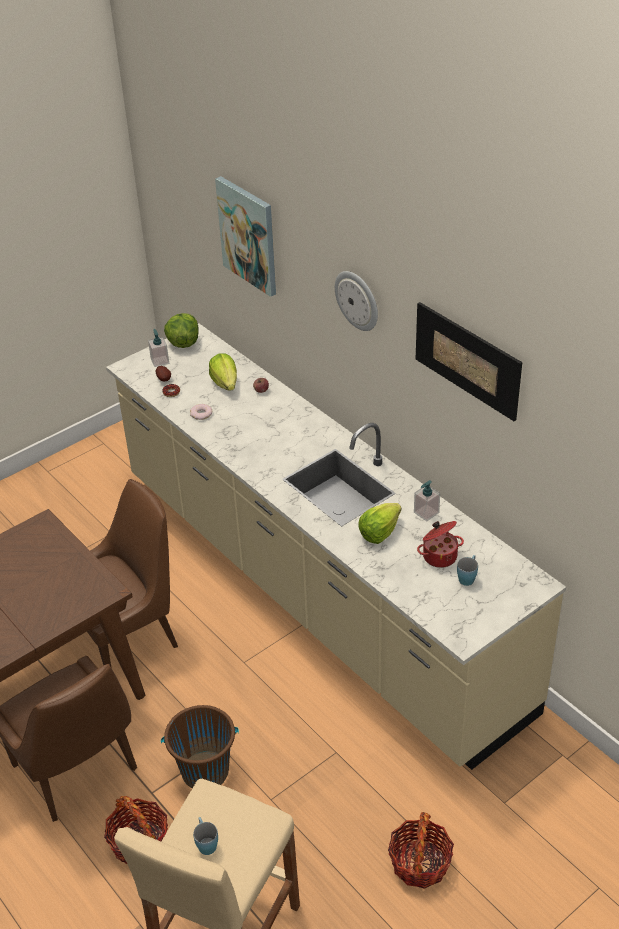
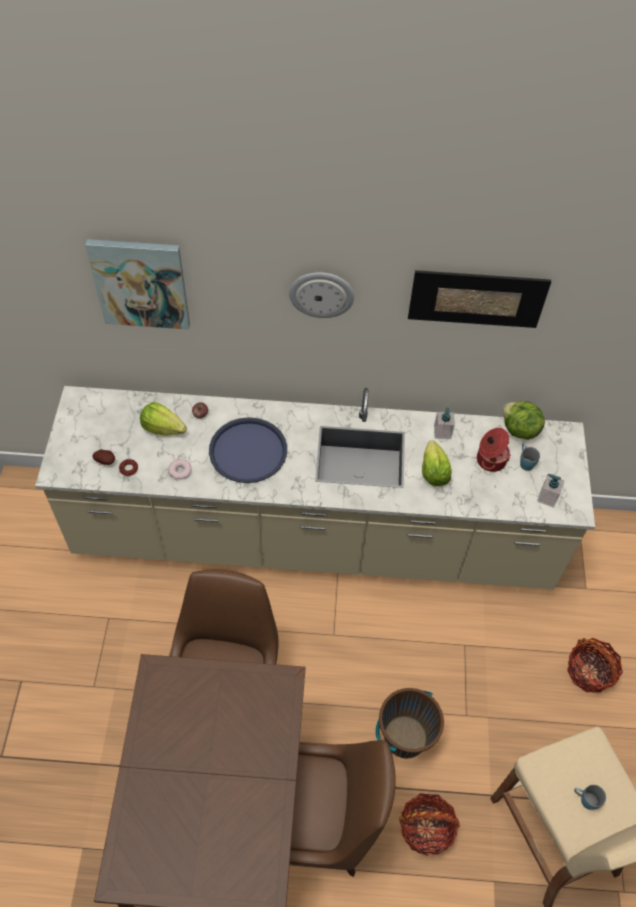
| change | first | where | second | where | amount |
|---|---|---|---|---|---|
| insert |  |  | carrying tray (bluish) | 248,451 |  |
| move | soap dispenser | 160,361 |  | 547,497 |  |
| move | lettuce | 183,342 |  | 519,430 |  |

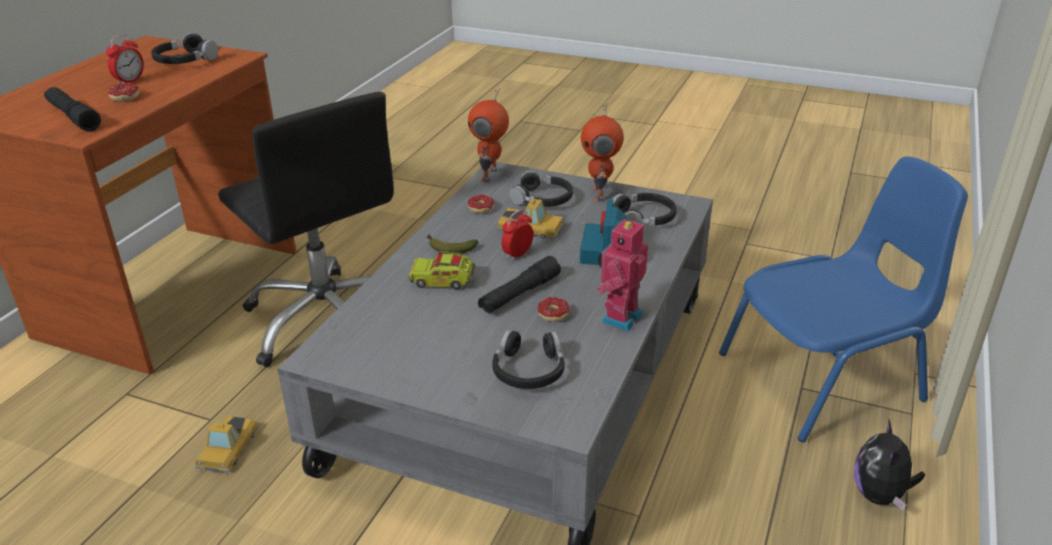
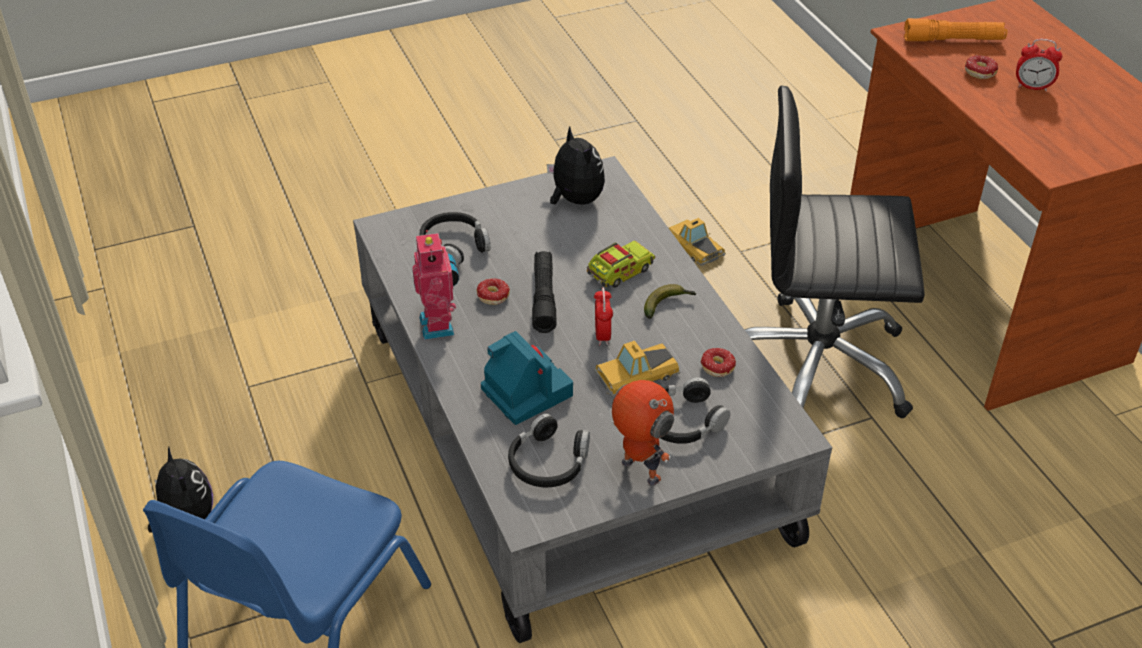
| change | first | where | second | where | amount |
|---|---|---|---|---|---|
| delete | headphones (black) | 185,60 |  |  |  |
| delete | robot figure | 490,175 |  |  |  |
| insert |  |  | cuddly toy | 575,200 |  |
| recolor | hand torch (black) | 73,117 | hand torch (orangey) | 953,40 |  |
| rotate | bedside clock | 130,81 |  | 1032,87 | 60 degrees counterclockwise |

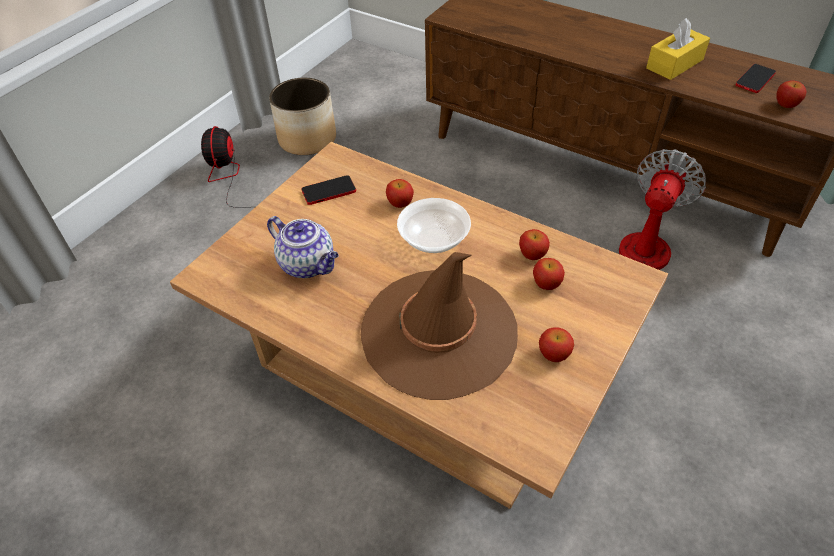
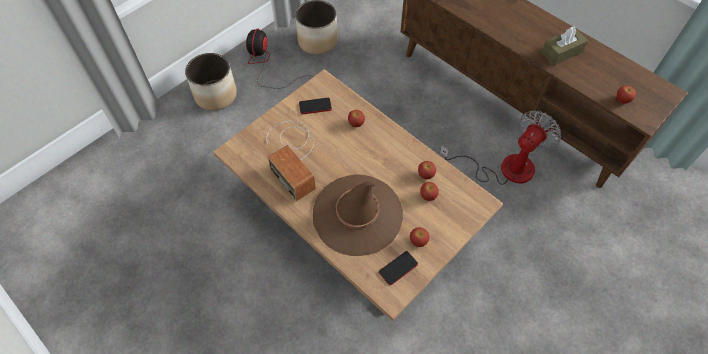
| change | first | where | second | where | amount |
|---|---|---|---|---|---|
| delete | bowl | 433,239 |  |  |  |
| insert |  |  | plant pot | 216,95 |  |
| move | telephone | 755,79 |  | 398,268 |  |
| replace | tea pot | 308,265 | radio set | 293,156 |  |
| recolor | tissue box (yellow) | 674,64 | tissue box (brown) | 561,52 |  |

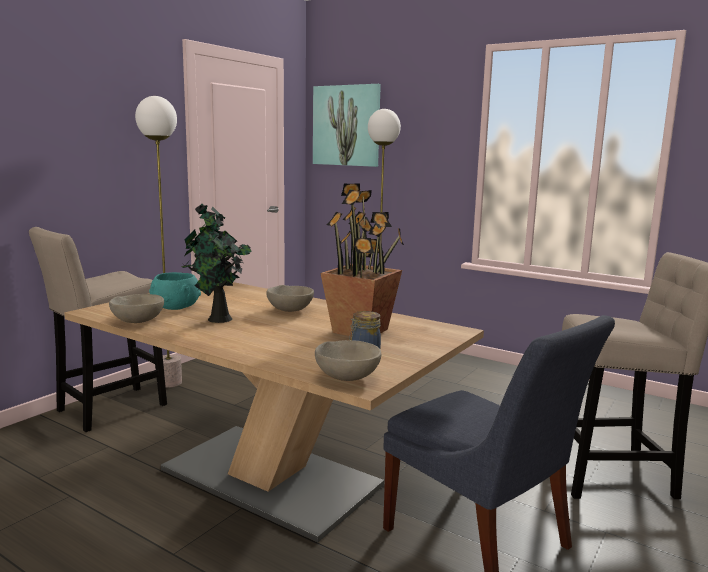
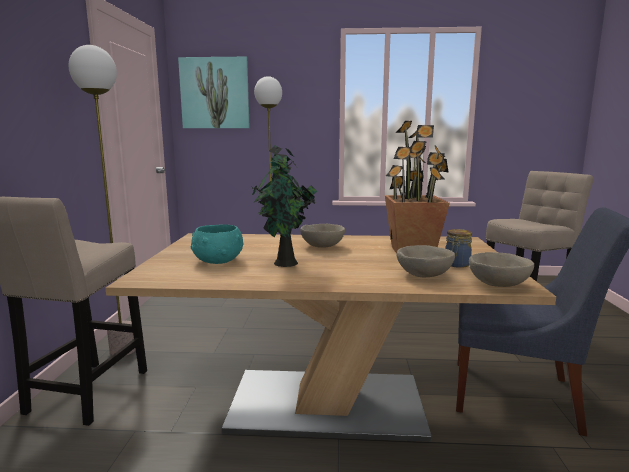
| change | first | where | second | where | amount |
|---|---|---|---|---|---|
| move | bowl (sand-coloured) | 138,321 |  | 424,275 |  |

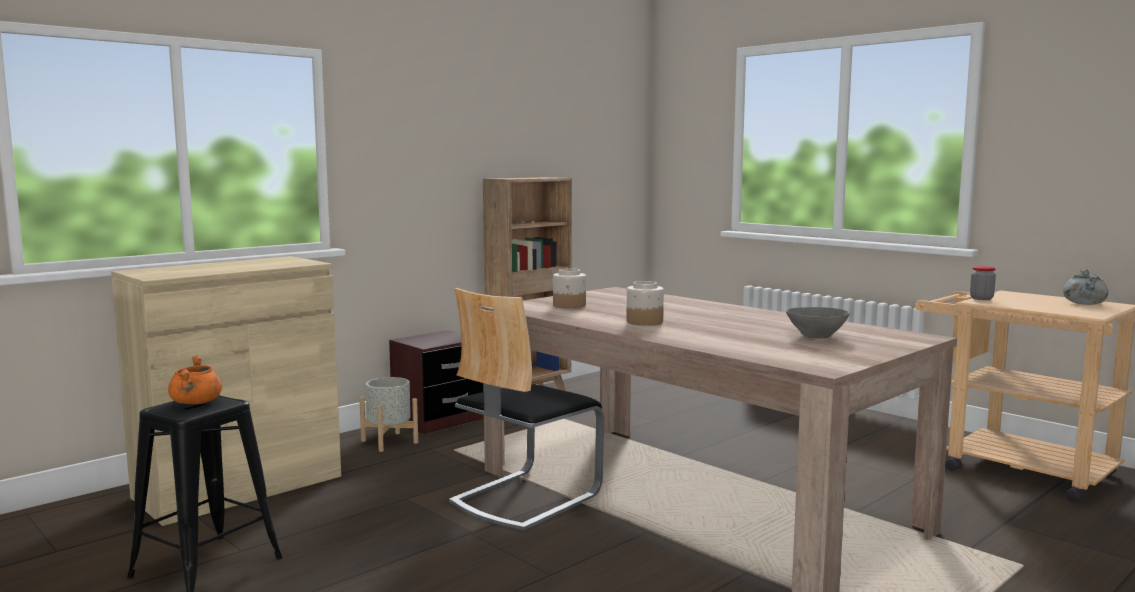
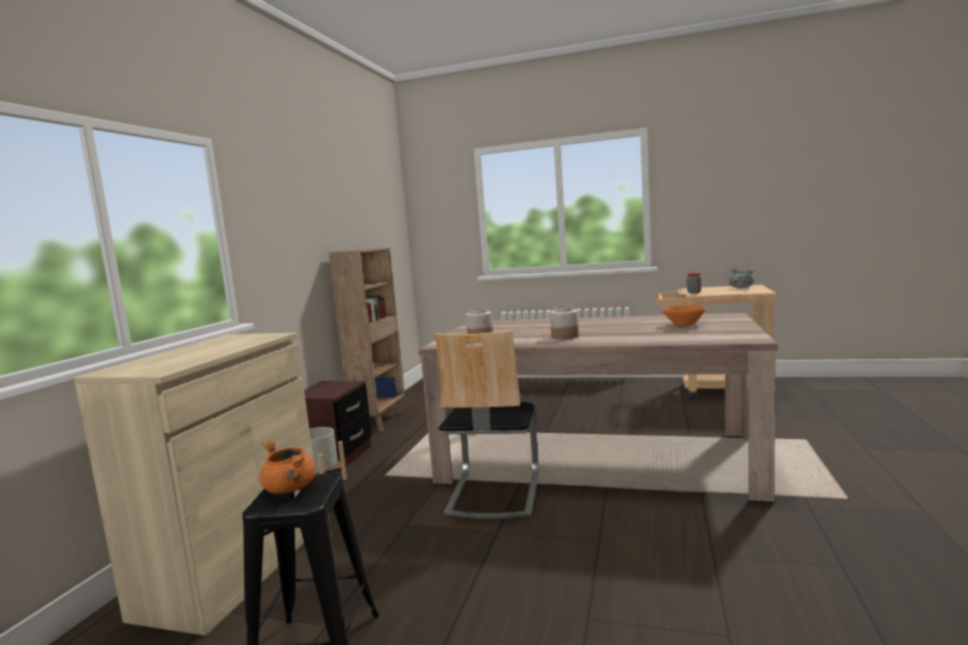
| change | first | where | second | where | amount |
|---|---|---|---|---|---|
| recolor | bowl (grey) | 815,336 | bowl (orangey) | 683,324 |  |

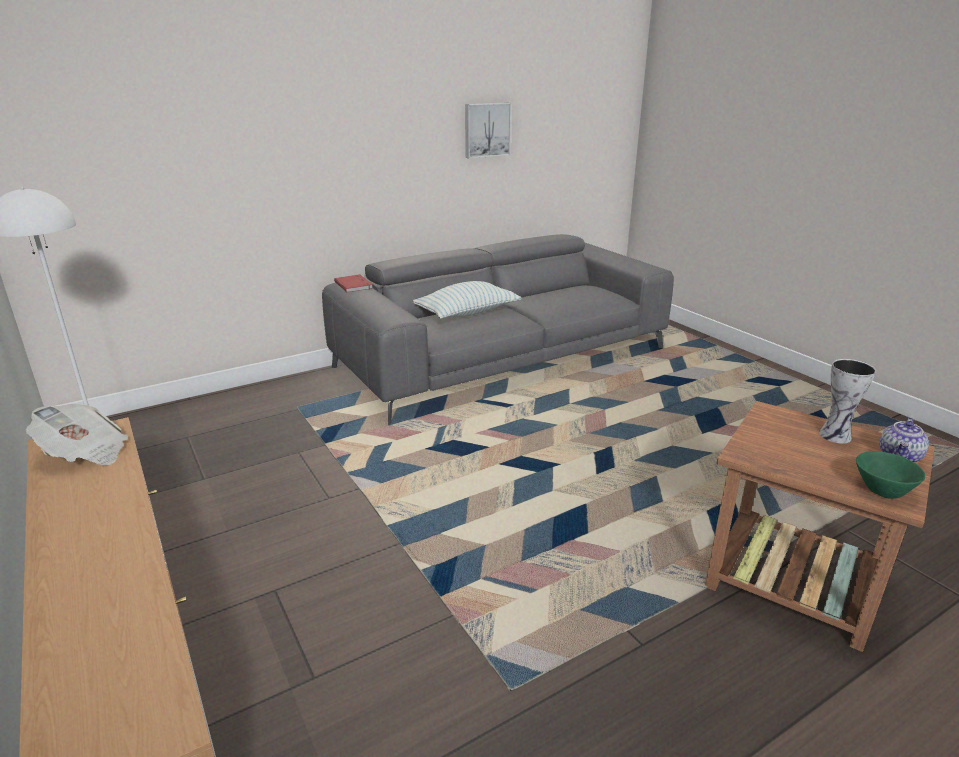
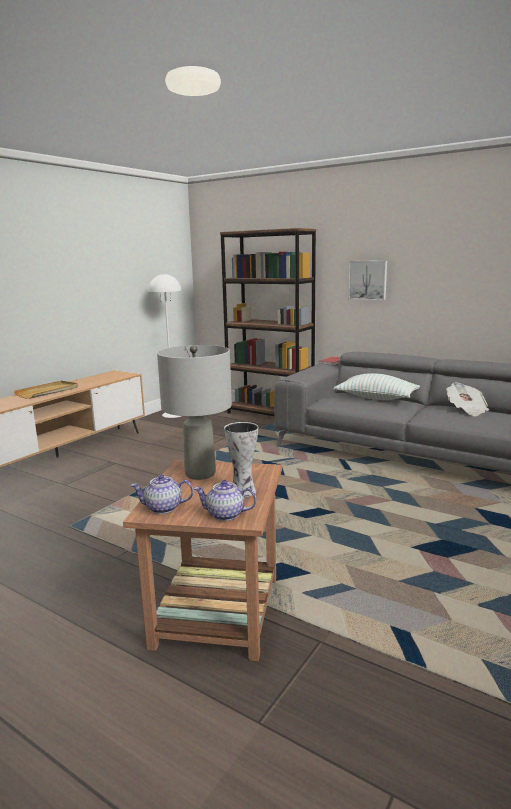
| change | first | where | second | where | amount |
|---|---|---|---|---|---|
| insert |  |  | carrying tray (sand-coloured) | 48,391 |  |
| insert |  |  | lamp for a table (grey) | 200,474 |  |
| insert |  |  | shelving unit (brown) | 270,414 |  |
| move | daily paper | 85,453 |  | 466,410 |  |
| move | wall art | 486,130 |  | 368,280 |  |
| replace | bowl (green-coloured) | 884,489 | tea pot | 163,508 |  |

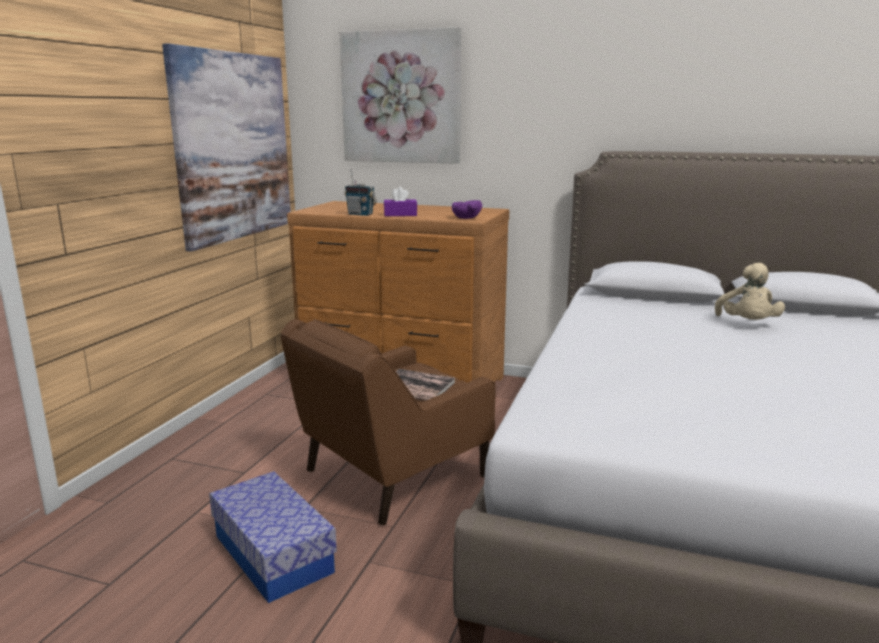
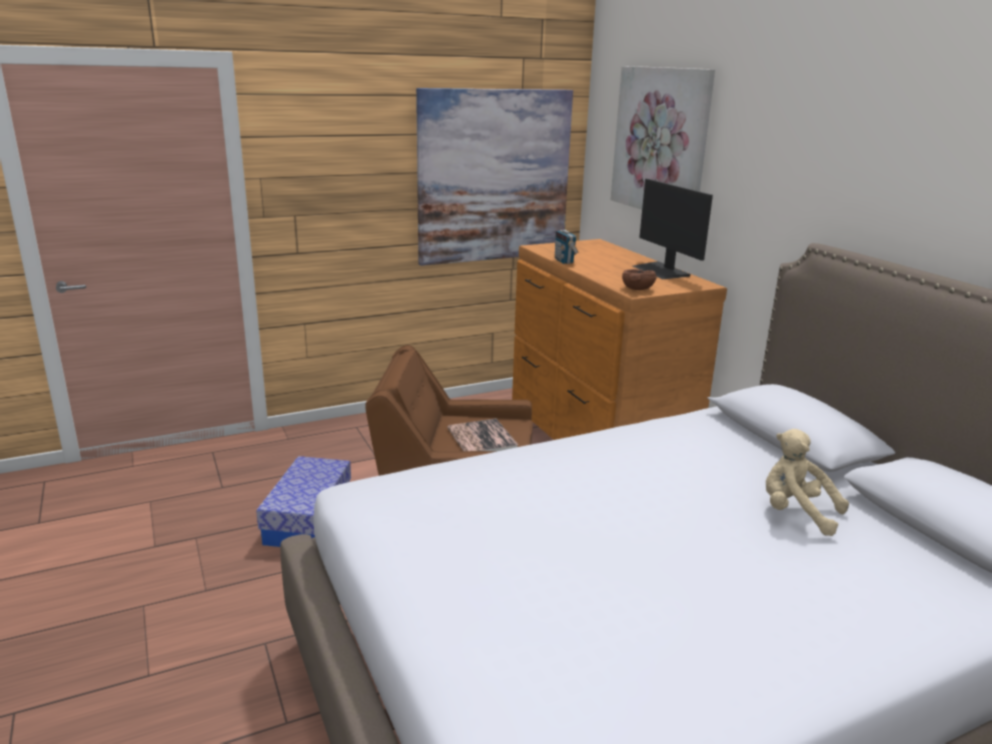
| change | first | where | second | where | amount |
|---|---|---|---|---|---|
| delete | tissue box (purple-coloured) | 400,214 |  |  |  |
| insert |  |  | computer display | 661,271 |  |
| recolor | bowl (purple-coloured) | 466,218 | bowl (brown) | 637,289 |  |
| rotate | cuddly toy (sand-coloured) | 747,324 |  | 795,513 | 75 degrees clockwise |

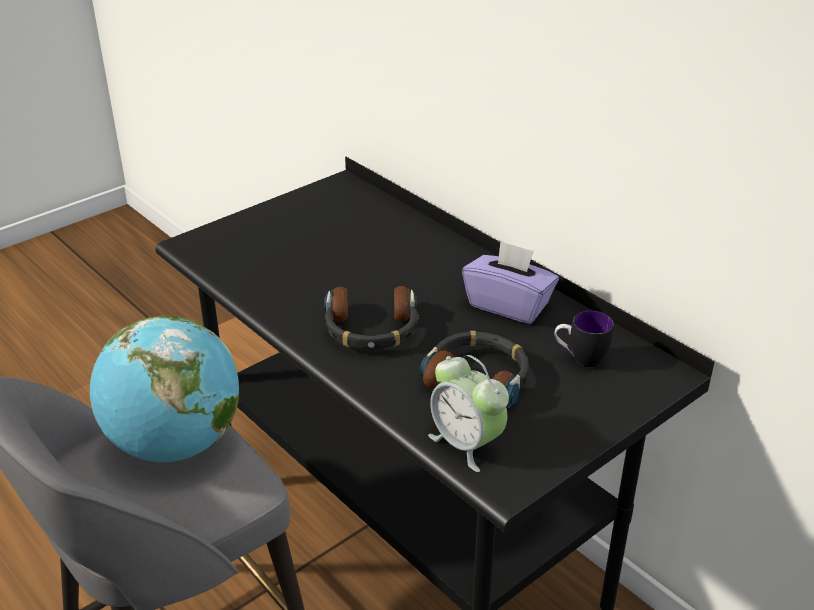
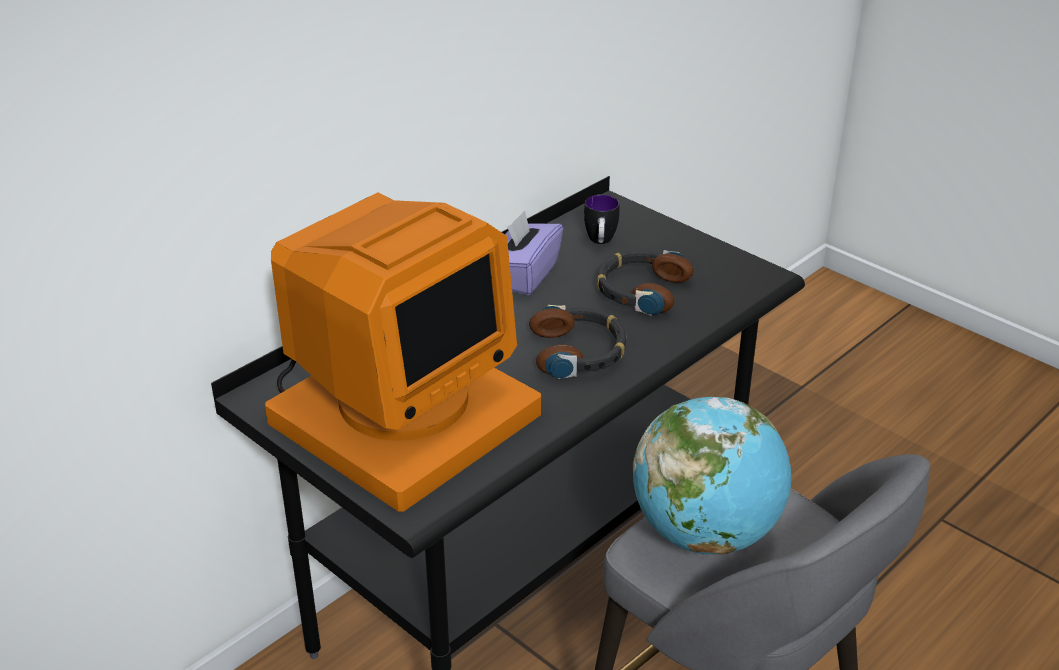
| change | first | where | second | where | amount |
|---|---|---|---|---|---|
| delete | bedside clock | 466,444 |  |  |  |
| insert |  |  | computer display | 401,415 |  |

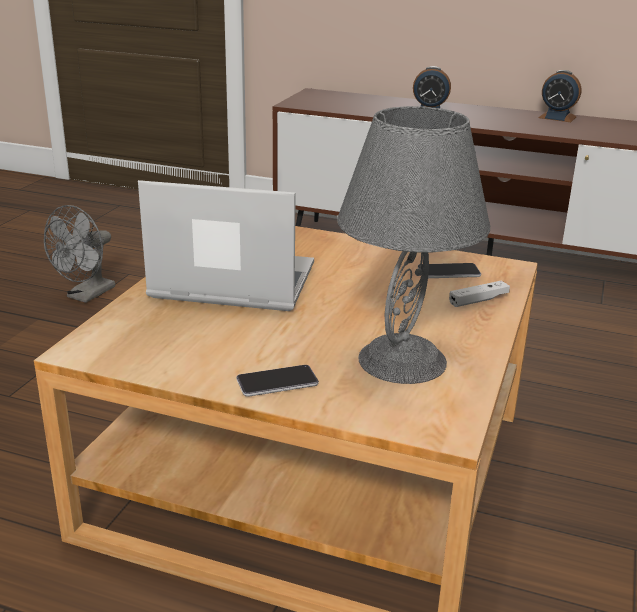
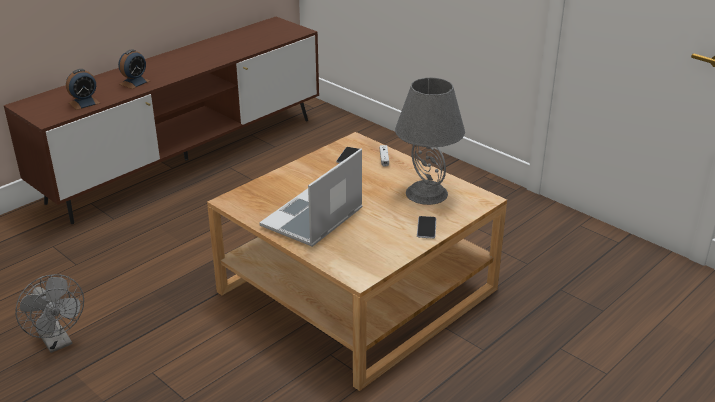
| change | first | where | second | where | amount |
|---|---|---|---|---|---|
| move | bedside clock | 557,117 |  | 84,103 |  |

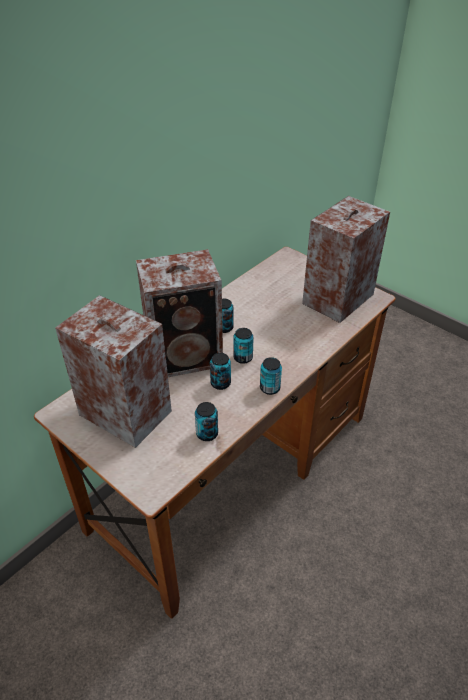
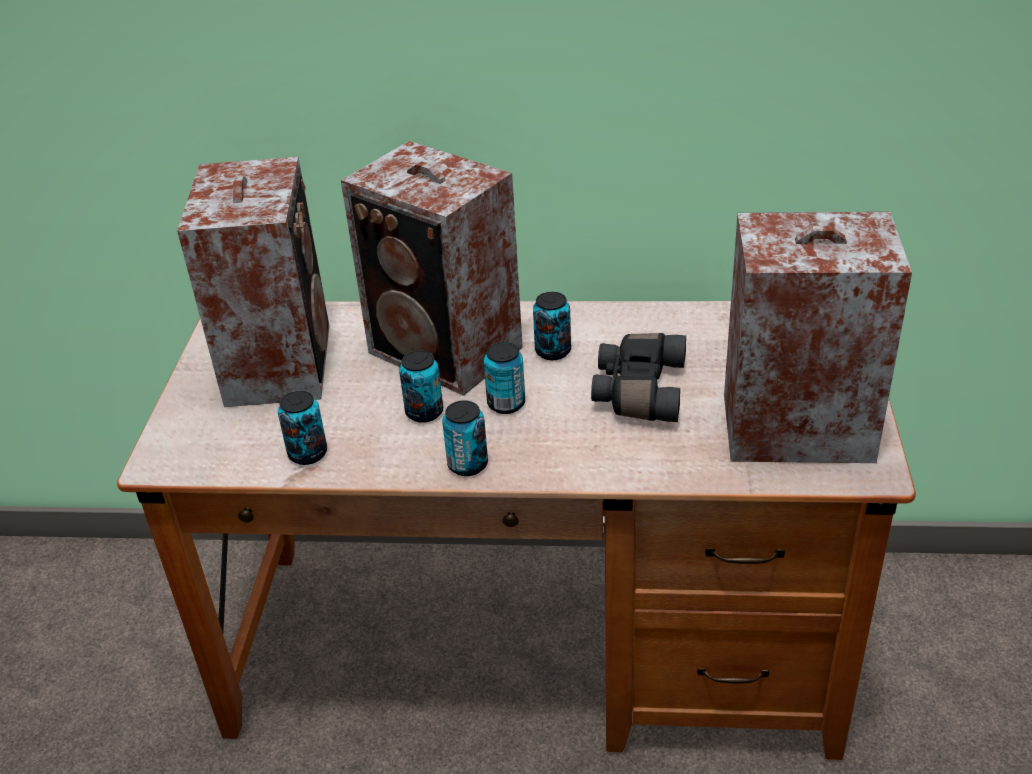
| change | first | where | second | where | amount |
|---|---|---|---|---|---|
| insert |  |  | field glasses (black) | 637,390 |  |

